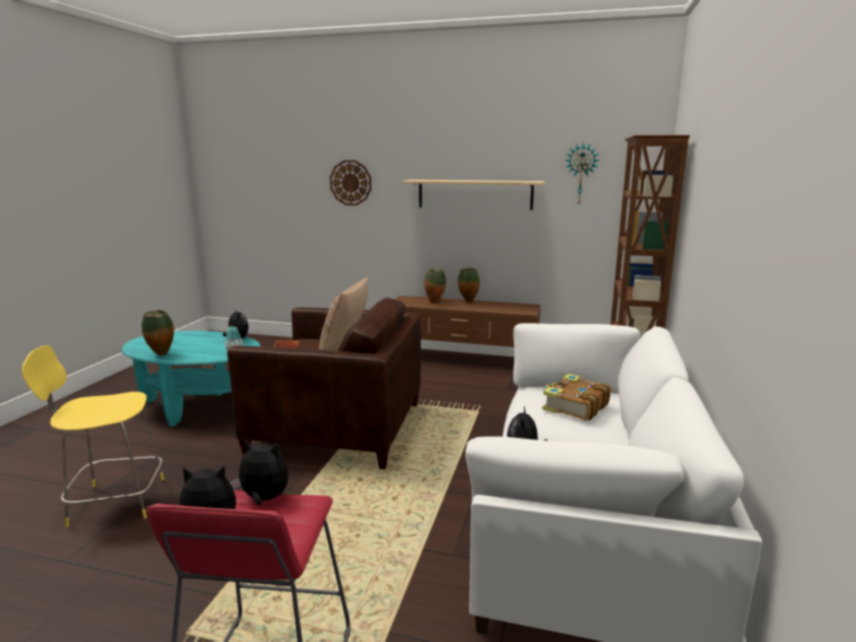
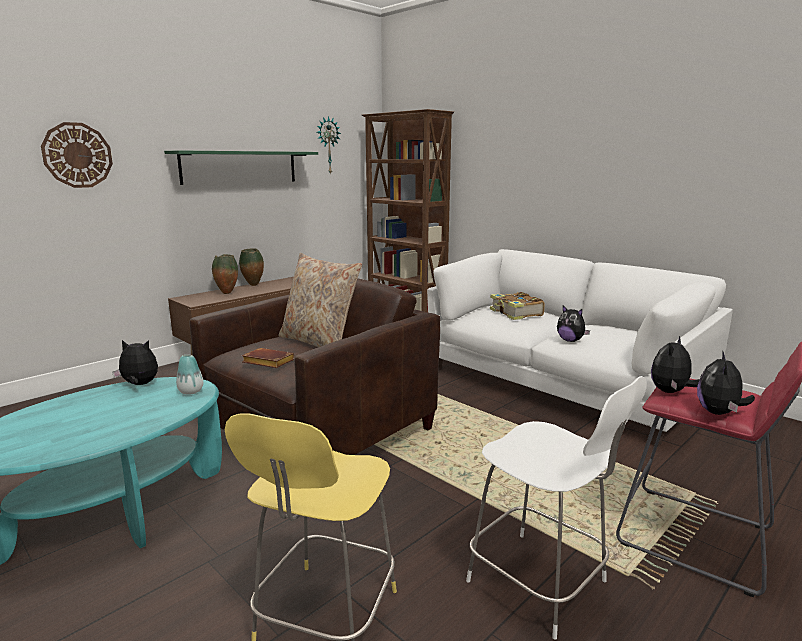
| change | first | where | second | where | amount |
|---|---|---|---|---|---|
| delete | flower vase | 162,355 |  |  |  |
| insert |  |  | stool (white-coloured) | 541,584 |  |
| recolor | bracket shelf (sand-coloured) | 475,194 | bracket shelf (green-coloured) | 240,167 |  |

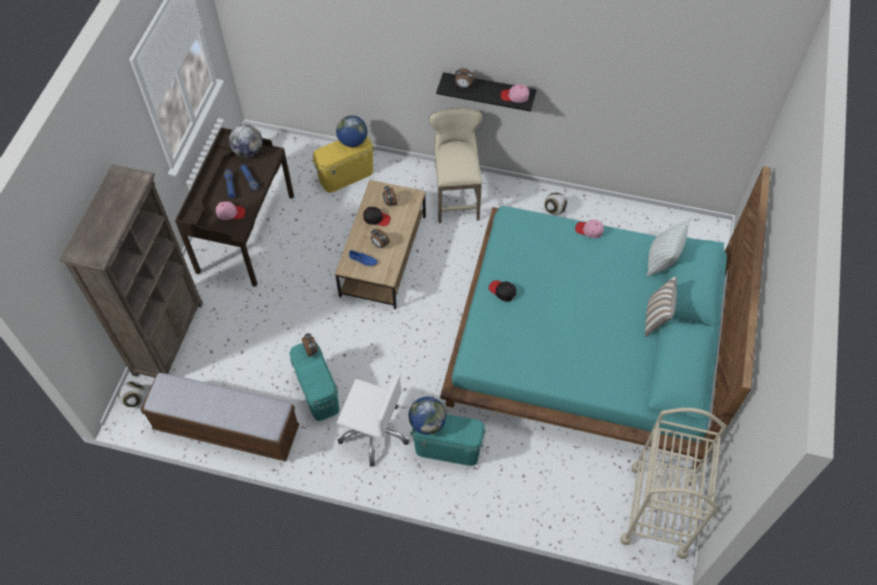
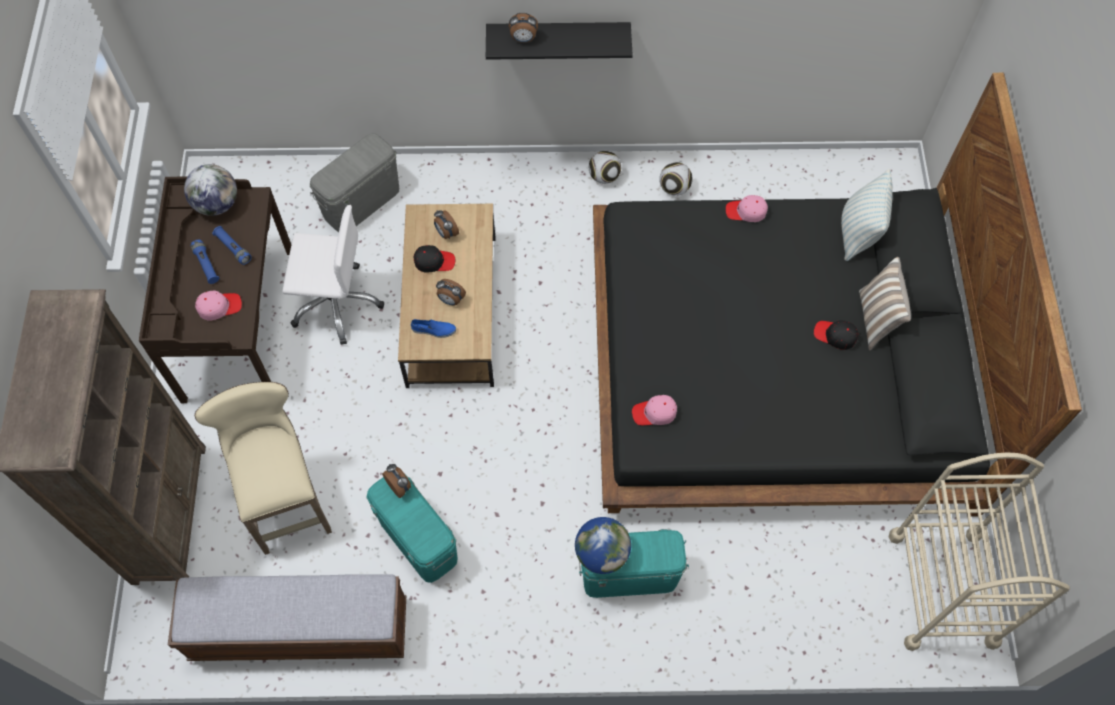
| change | first | where | second | where | amount |
|---|---|---|---|---|---|
| delete | globe | 353,141 |  |  |  |
| move | football | 135,399 |  | 604,176 |  |
| move | office chair (white-coloured) | 374,432 |  | 336,303 |  |
| move | stool (sand-coloured) | 456,197 |  | 286,496 |  |
| move | peaked cap (black) | 502,291 |  | 835,335 |  |
| move | peaked cap (pinkish) | 515,96 |  | 654,413 |  |
| recolor | storage container (yellow) | 346,175 | storage container (grey) | 361,202 |  |
| recolor | sleeping bed (turquoise) | 588,338 | sleeping bed (black) | 775,363 |  |

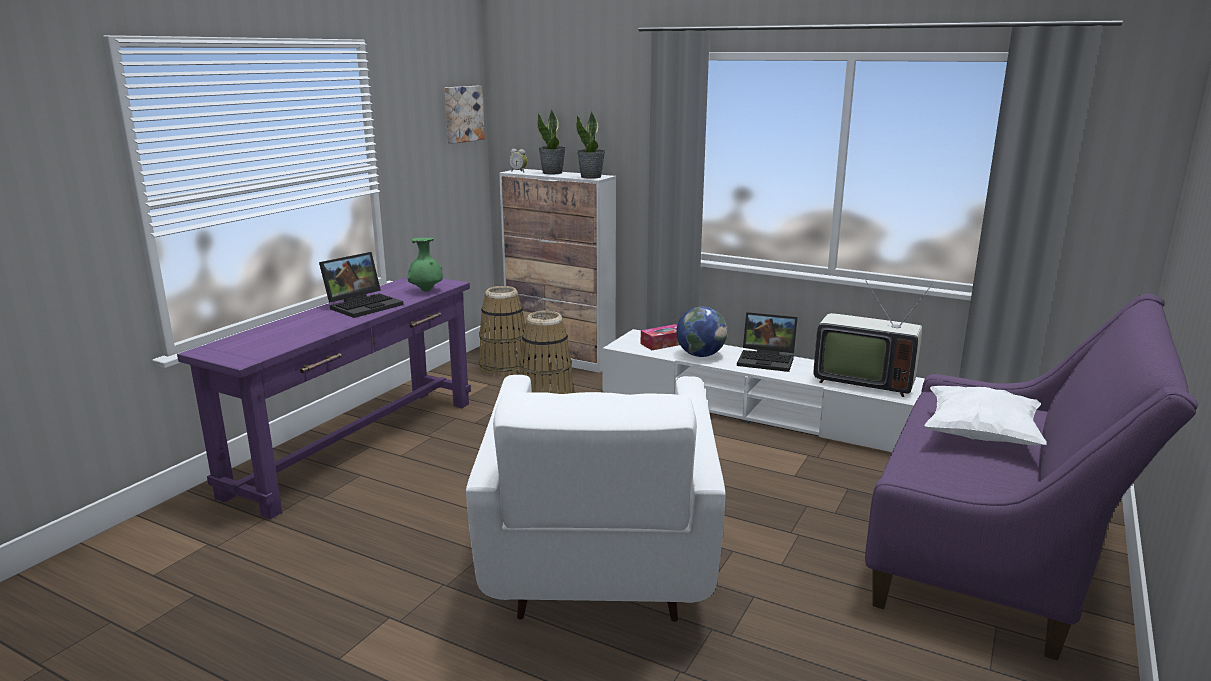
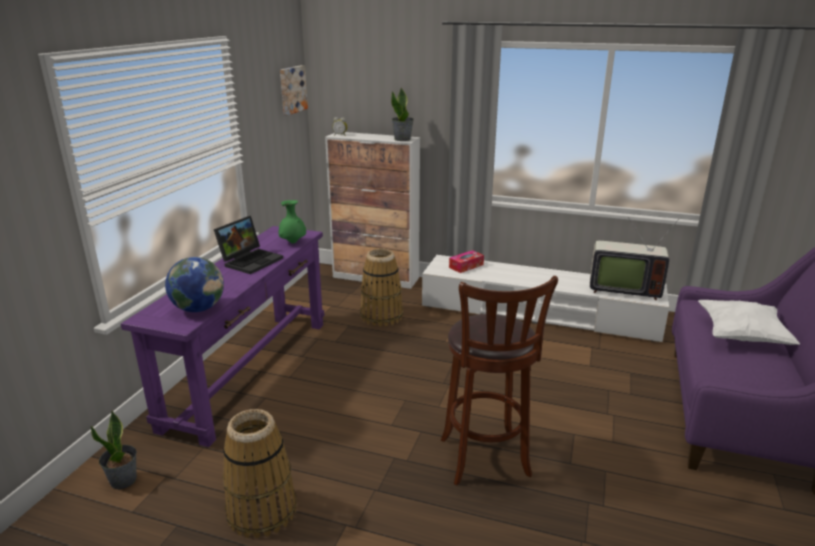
| change | first | where | second | where | amount |
|---|---|---|---|---|---|
| delete | notebook computer | 767,360 |  |  |  |
| move | storage basket | 504,367 |  | 262,510 |  |
| move | plant in a pot | 552,173 |  | 124,480 |  |
| move | globe | 700,355 |  | 198,309 |  |
| replace | easy chair (white-coloured) | 599,568 | stool (brown) | 486,461 |  |

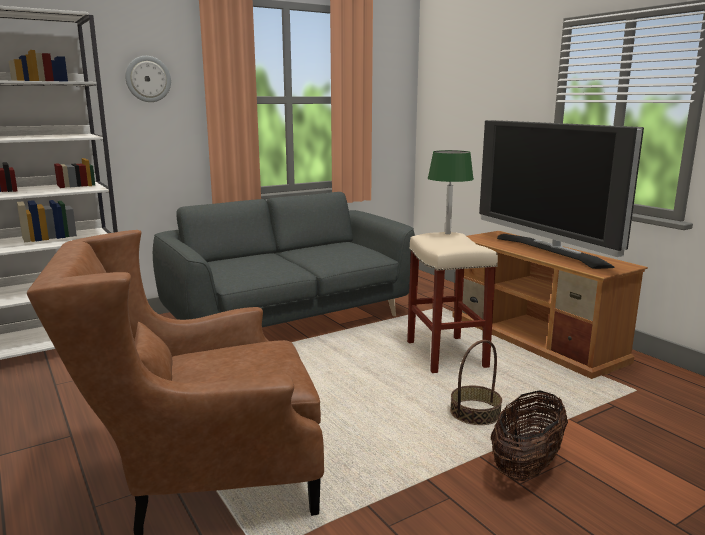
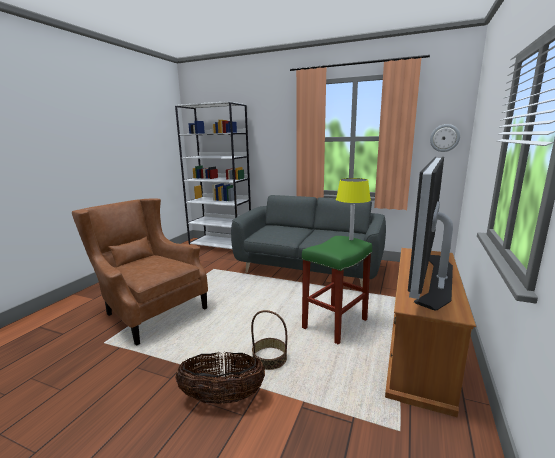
| change | first | where | second | where | amount |
|---|---|---|---|---|---|
| move | clock on the wall | 148,79 |  | 444,138 |  |
| recolor | stool (sand-coloured) | 447,354 | stool (green-coloured) | 335,324 |  |
| recolor | lamp for a table (green-coloured) | 448,233 | lamp for a table (yellow) | 351,239 |  |

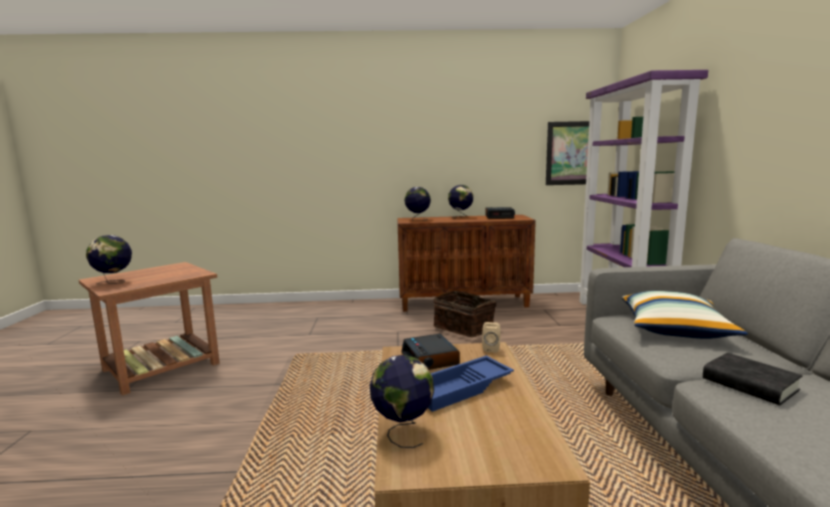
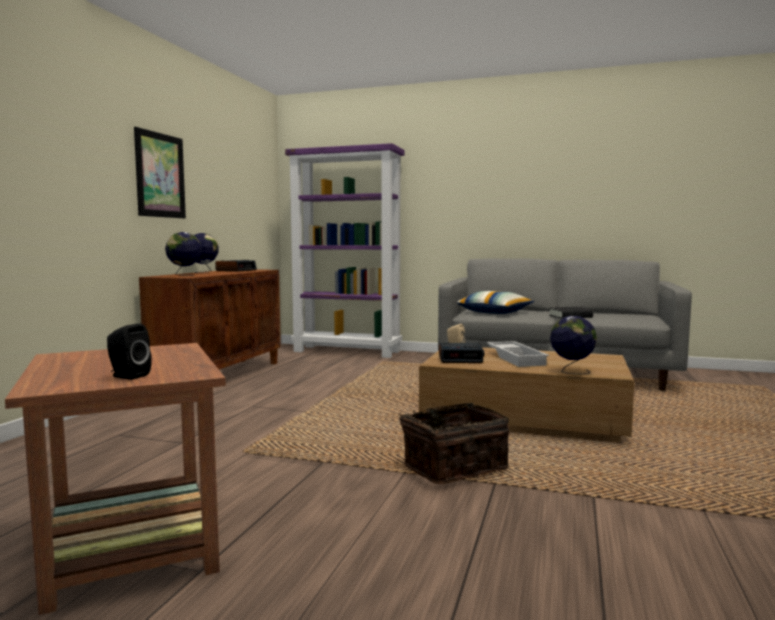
| change | first | where | second | where | amount |
|---|---|---|---|---|---|
| move | storage basket | 464,328 |  | 453,467 |  |
| move | wall art | 571,153 |  | 160,175 |  |
| replace | globe | 114,283 | speaker (black) | 127,376 |  |
| recolor | carrying tray (bluish) | 461,389 | carrying tray (white-coloured) | 517,358 |  |

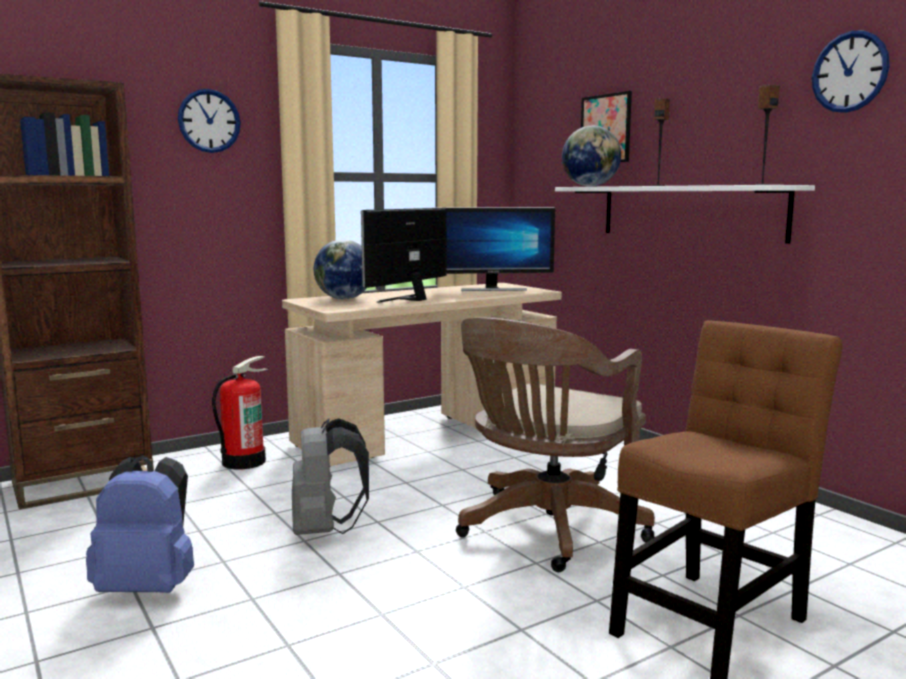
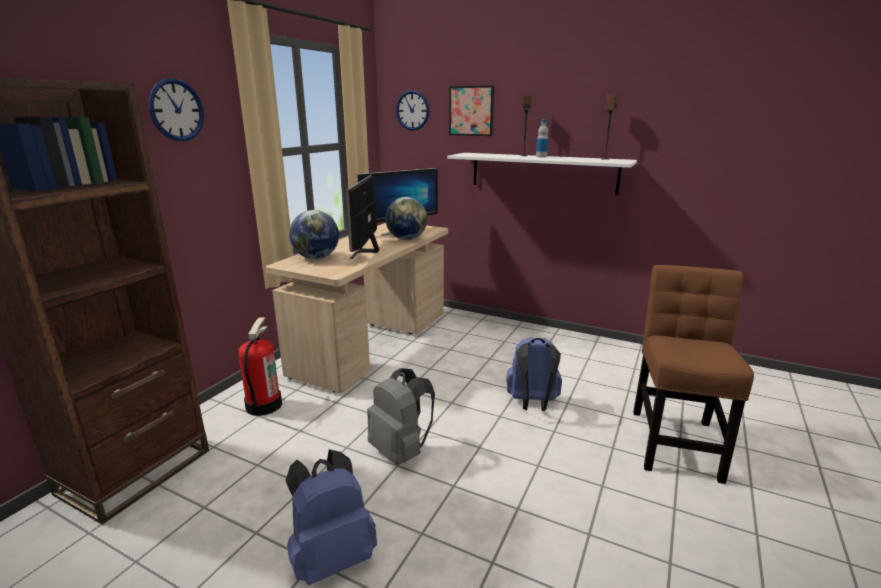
| change | first | where | second | where | amount |
|---|---|---|---|---|---|
| insert |  |  | beverage bottle | 541,156 |  |
| move | globe | 590,186 |  | 407,239 |  |
| move | clock on the wall | 849,72 |  | 412,110 |  |
| replace | office chair (brown) | 546,530 | knapsack (bluish) | 532,404 |  |

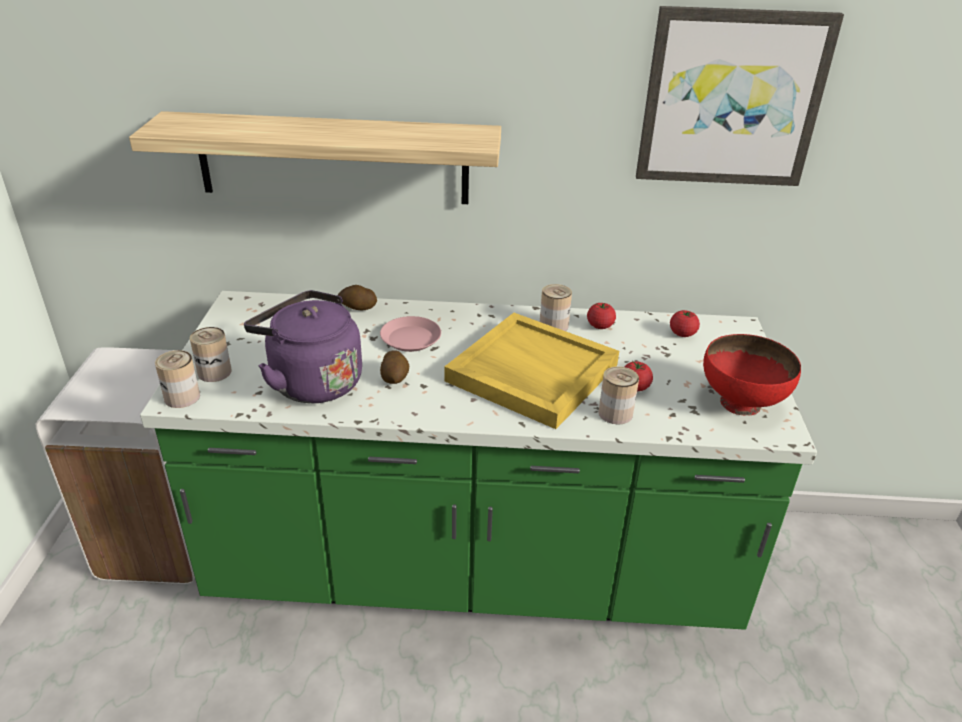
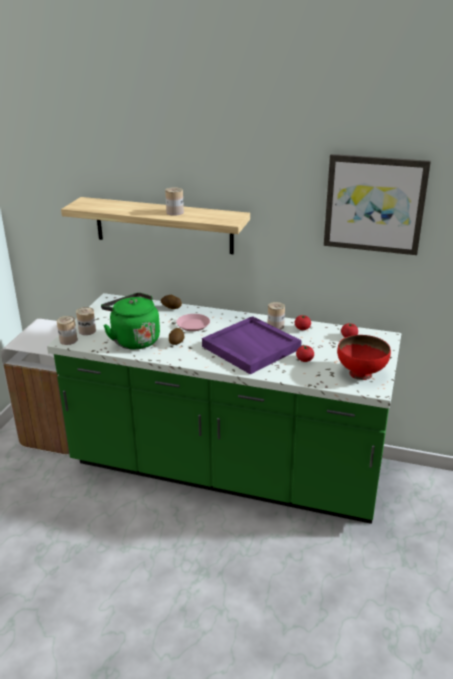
| change | first | where | second | where | amount |
|---|---|---|---|---|---|
| move | sealed can | 615,413 |  | 175,212 |  |
| recolor | kettle (purple-coloured) | 311,381 | kettle (green-coloured) | 133,340 |  |
| recolor | carrying tray (yellow) | 530,373 | carrying tray (purple-coloured) | 250,347 |  |

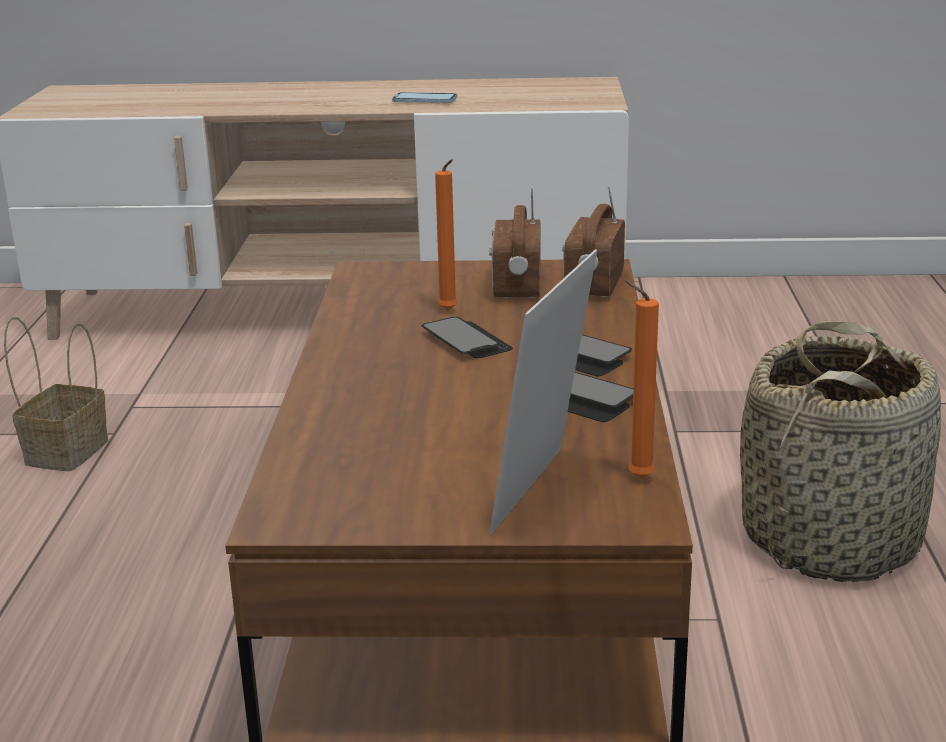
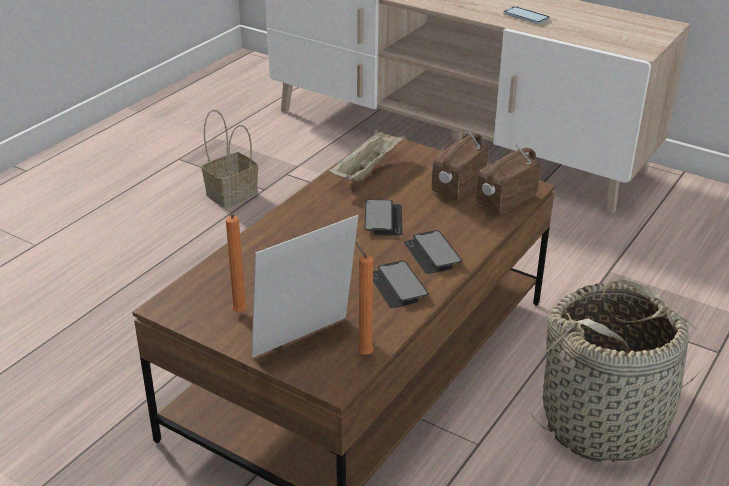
| change | first | where | second | where | amount |
|---|---|---|---|---|---|
| insert |  |  | carrying tray (sand-coloured) | 367,170 |  |
| move | wax light (orangey) | 449,311 |  | 239,314 |  |

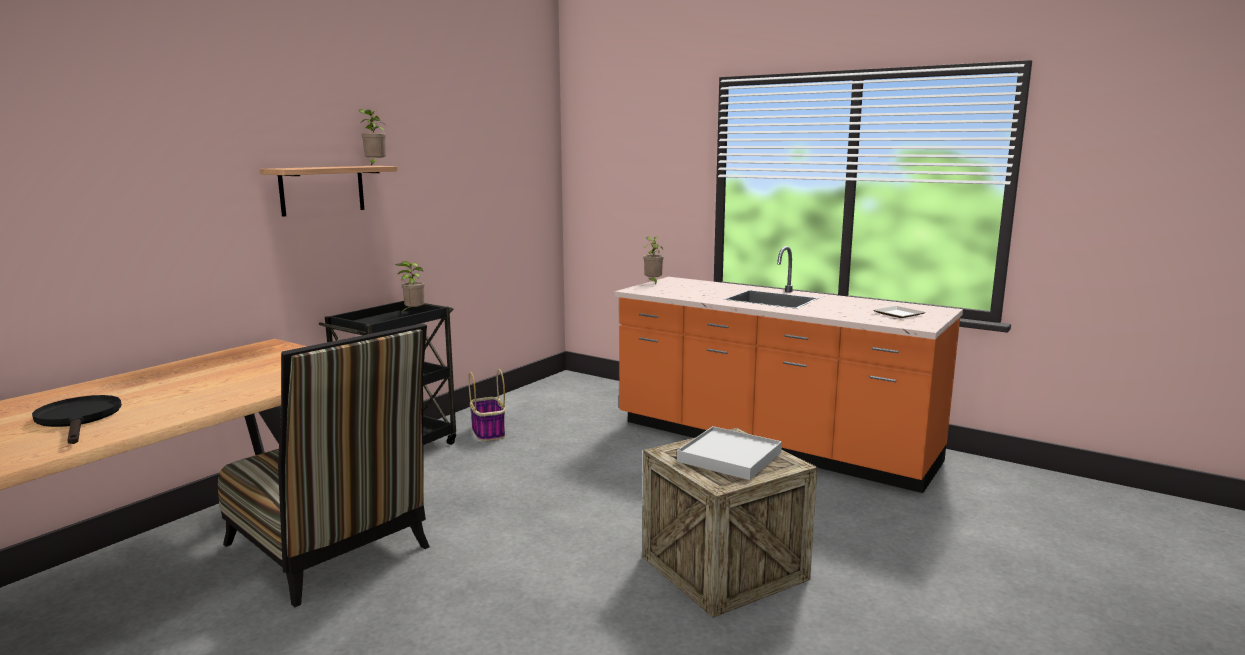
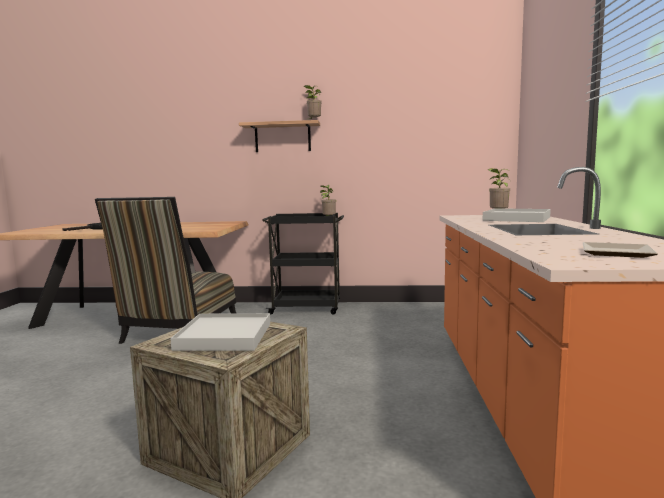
| change | first | where | second | where | amount |
|---|---|---|---|---|---|
| delete | storage basket | 488,432 |  |  |  |
| insert |  |  | carrying tray (white-coloured) | 517,219 |  |

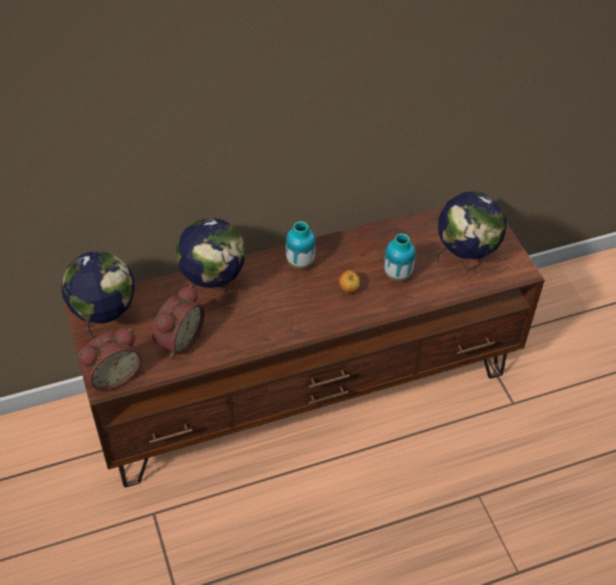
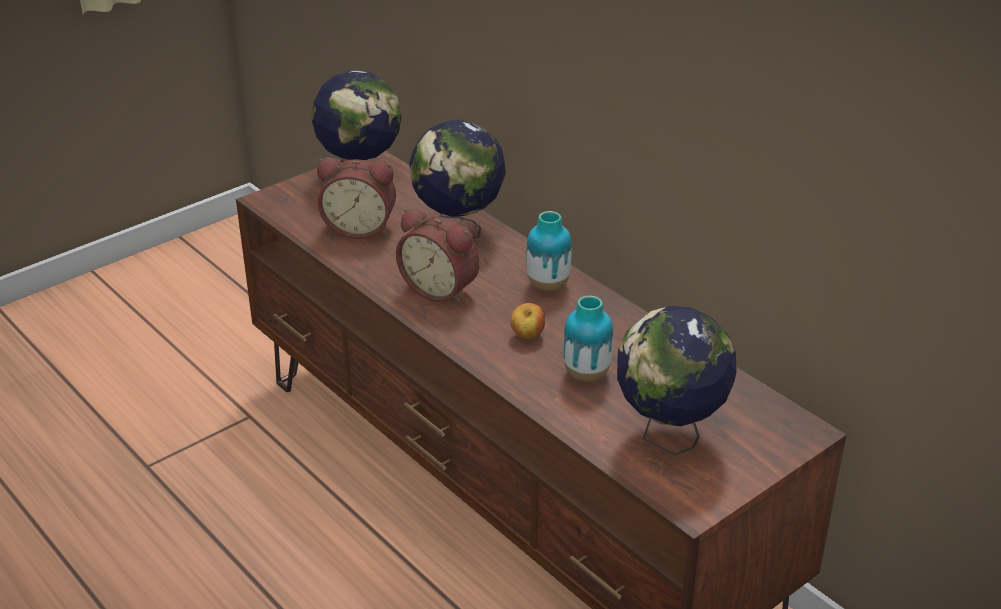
| change | first | where | second | where | amount |
|---|---|---|---|---|---|
| move | bedside clock | 112,375 |  | 441,289 |  |

